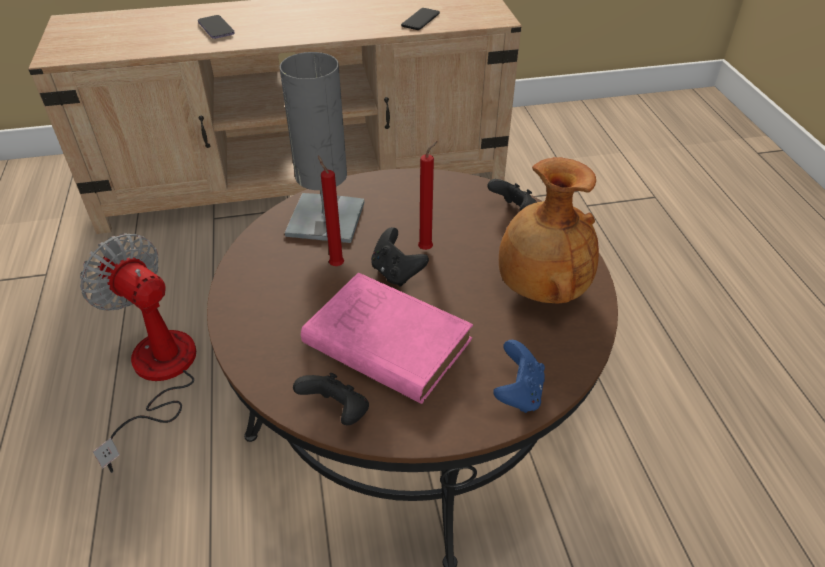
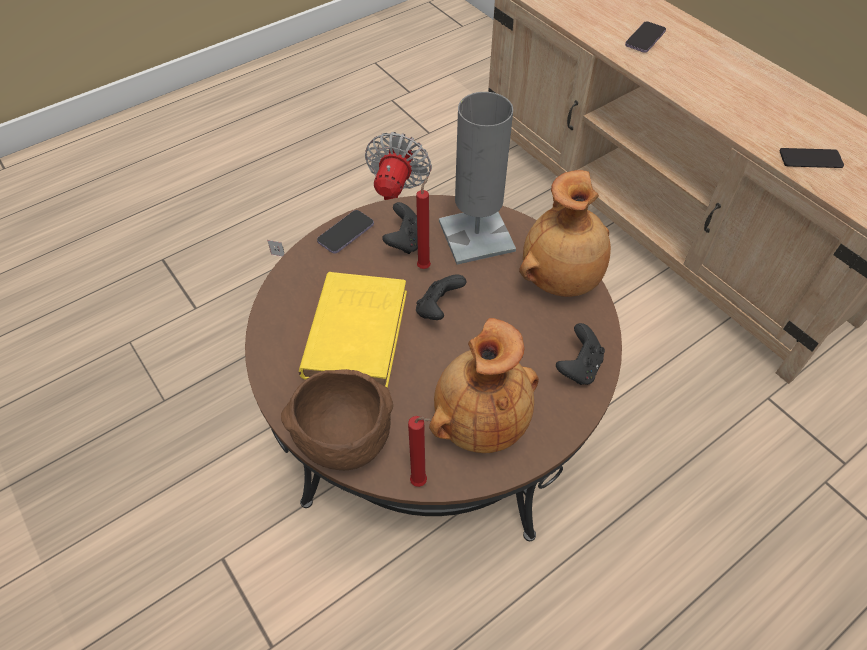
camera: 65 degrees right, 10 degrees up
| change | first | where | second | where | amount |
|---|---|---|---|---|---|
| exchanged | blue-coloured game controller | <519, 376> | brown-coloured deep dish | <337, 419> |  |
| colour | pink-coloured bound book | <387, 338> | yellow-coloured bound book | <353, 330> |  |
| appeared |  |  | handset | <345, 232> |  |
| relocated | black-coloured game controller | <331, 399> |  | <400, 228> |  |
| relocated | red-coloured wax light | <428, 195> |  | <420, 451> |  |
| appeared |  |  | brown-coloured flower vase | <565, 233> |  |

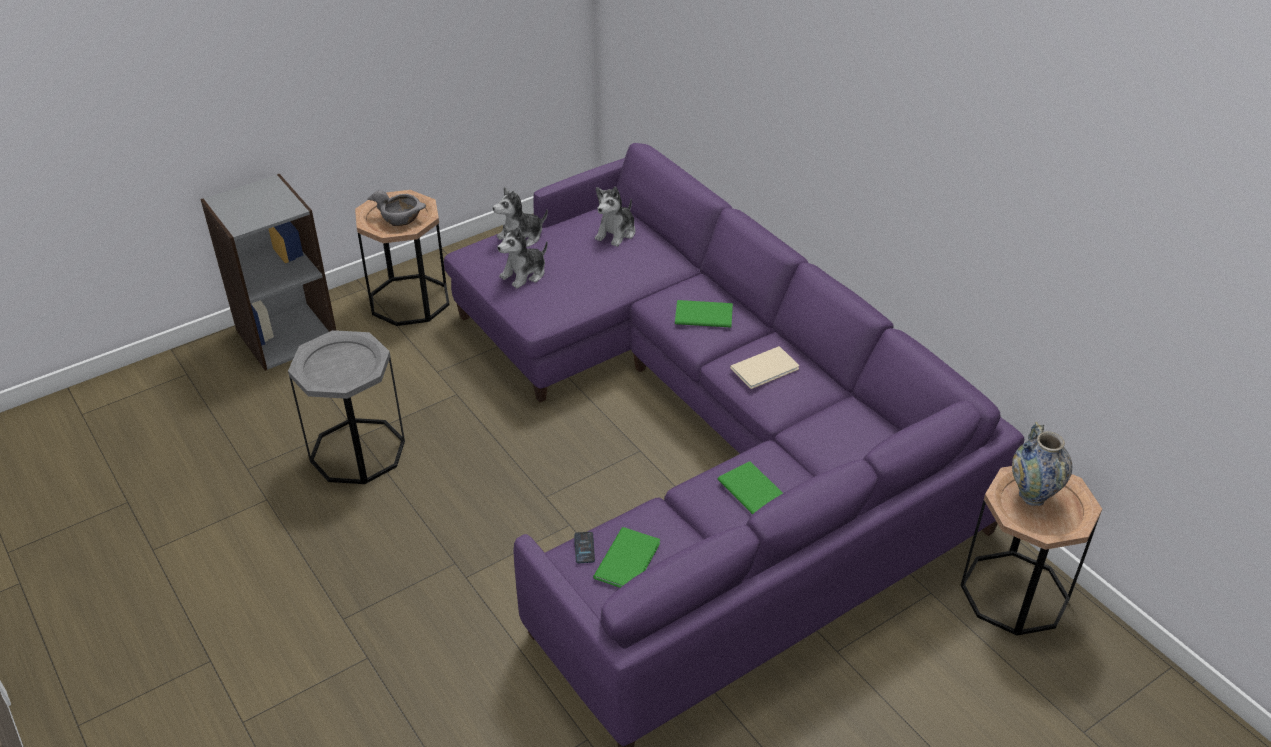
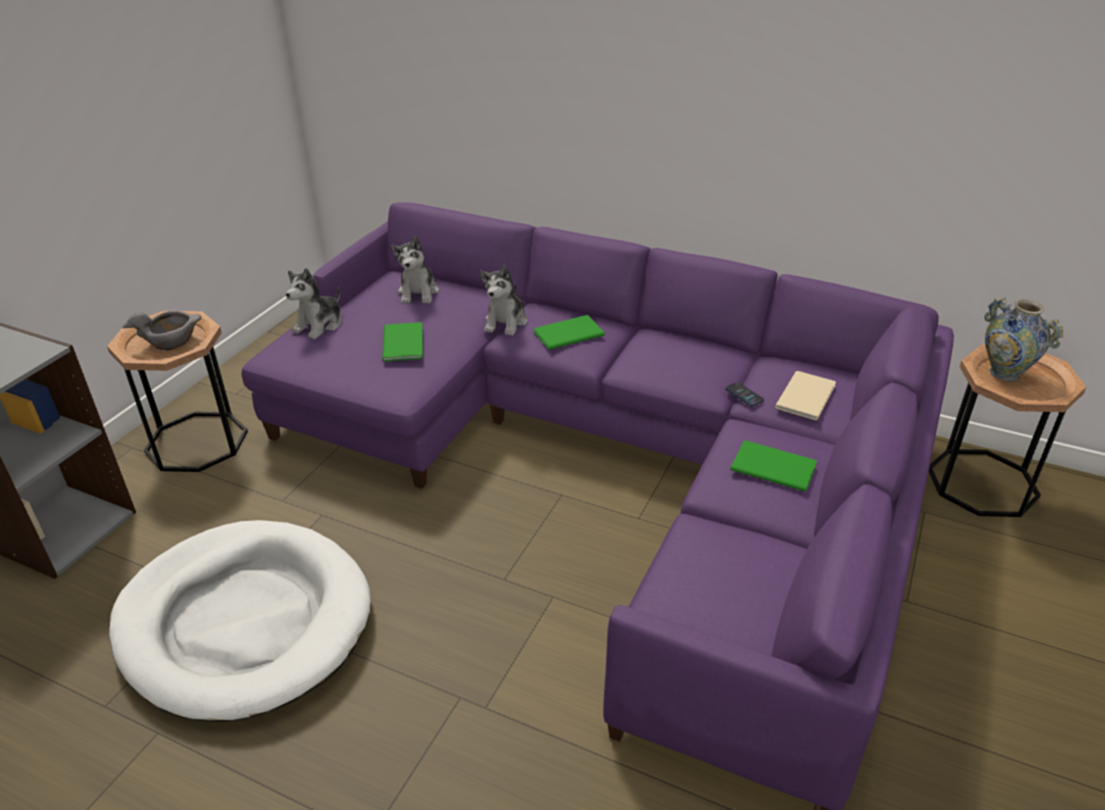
camera: 30 degrees left, 5 degrees down
| change | first | where | second | where | amount |
|---|---|---|---|---|---|
| exchanged | gray end table | <346, 407> | white-coloured pet bed | <240, 621> |  |
| relocated | greenish bound book | <626, 557> |  | <402, 342> |  |
| relocated | cuddly toy | <522, 257> |  | <503, 300> |  |
| relocated | handset | <584, 547> |  | <745, 394> |  |
| relocated | beige bound book | <764, 367> |  | <805, 395> |  |

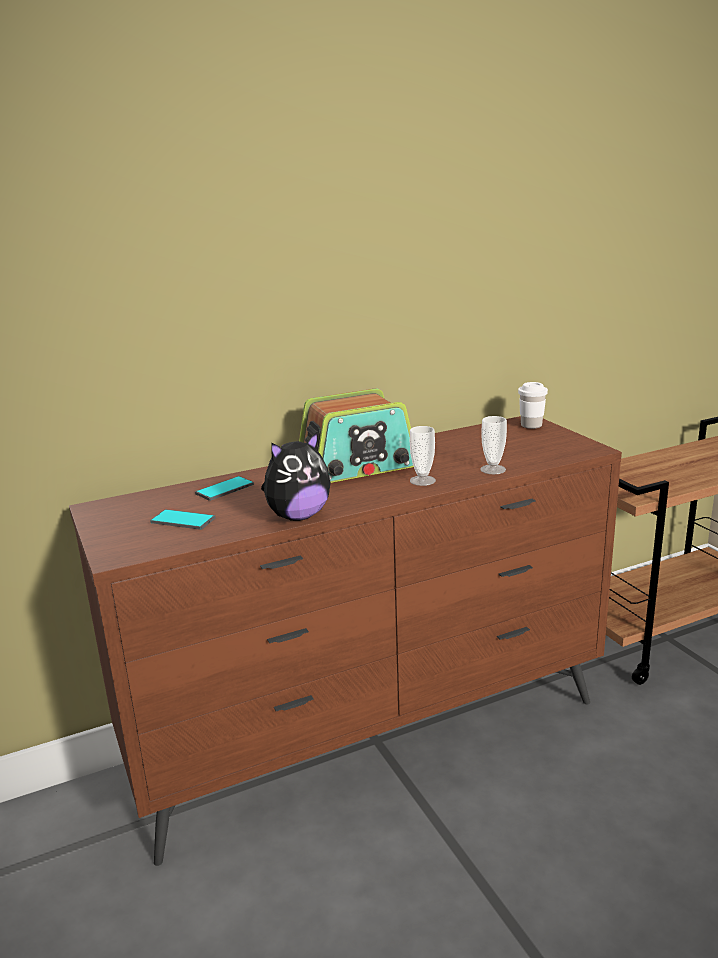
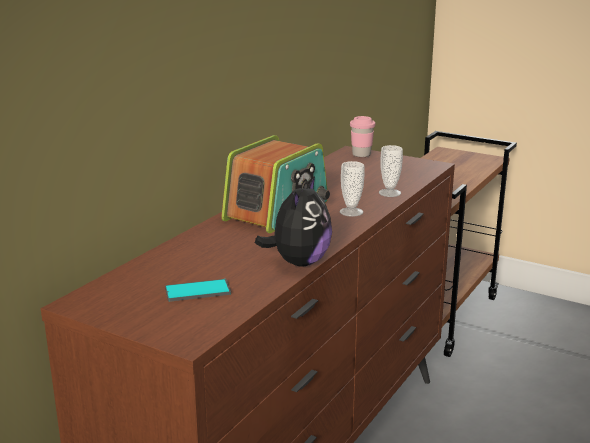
camera: 35 degrees left, 0 degrees up
| change | first | where | second | where | amount |
|---|---|---|---|---|---|
| colour | white-coloured small cup | <533, 405> | pink-coloured small cup | <362, 136> |  |
| missing | handset | <224, 488> |  |  |  |

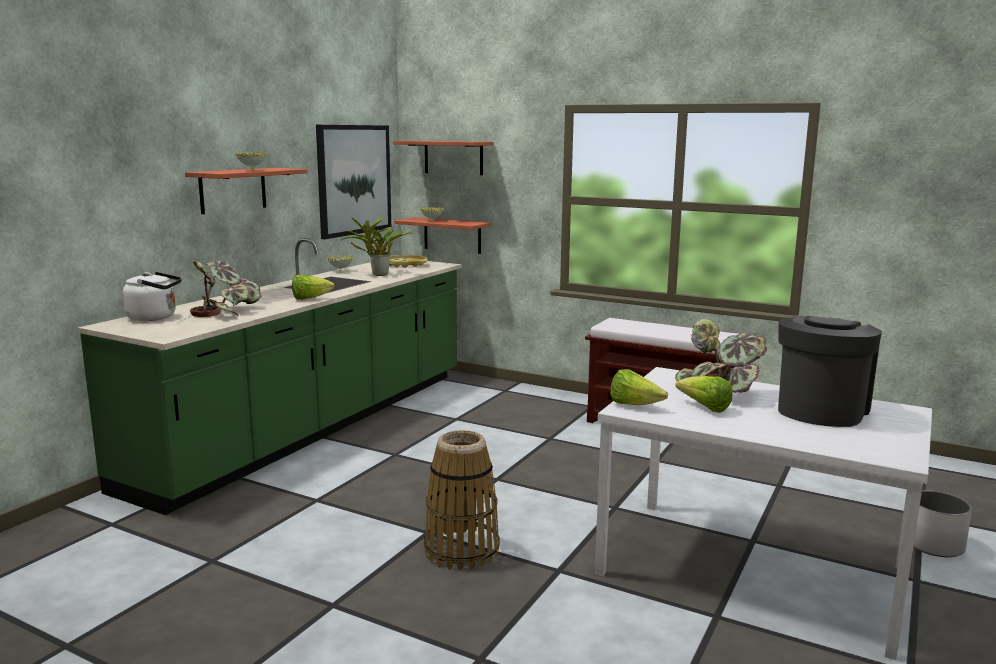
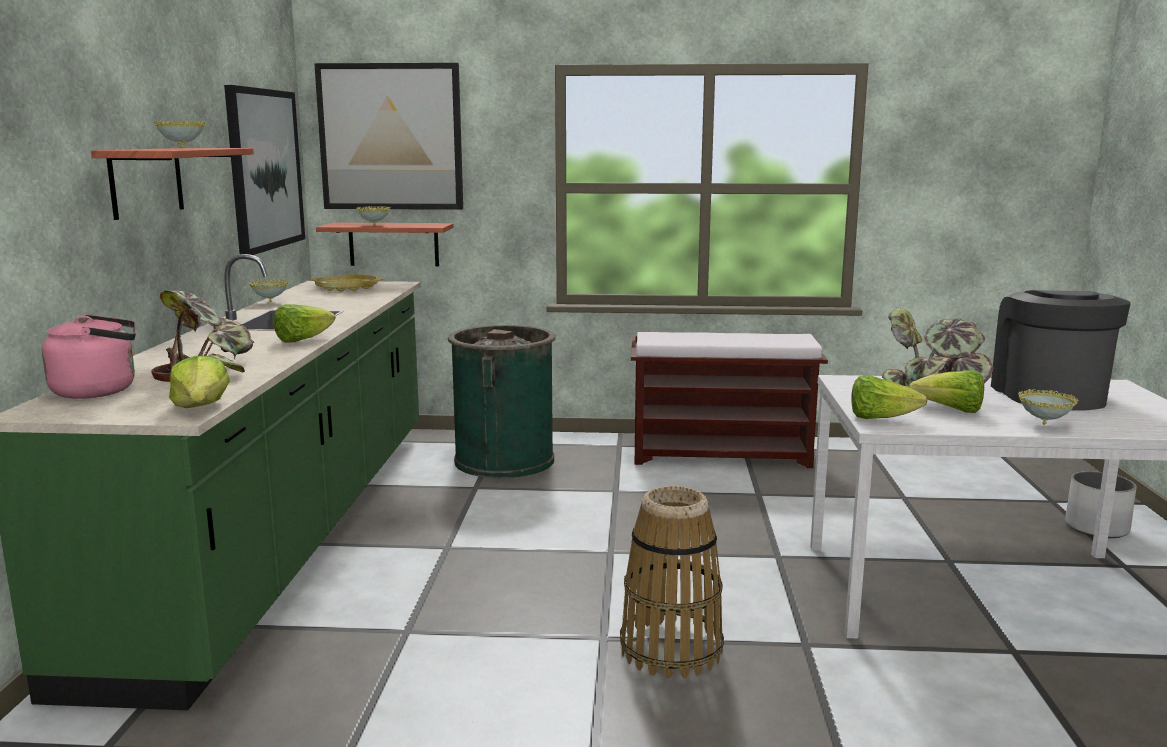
camera: 25 degrees left, 0 degrees up
| change | first | where | second | where | amount |
|---|---|---|---|---|---|
| colour | white-coloured tea kettle | <152, 296> | pink-coloured tea kettle | <89, 357> |  |
| appeared |  |  | lettuce head | <199, 382> |  |
| exchanged | wall shelf | <444, 158> | wall art | <388, 136> |  |
| appeared |  |  | greenish waste bin | <502, 401> |  |
| appeared |  |  | deep dish | <1048, 407> |  |
| missing | potted plant | <376, 246> |  |  |  |

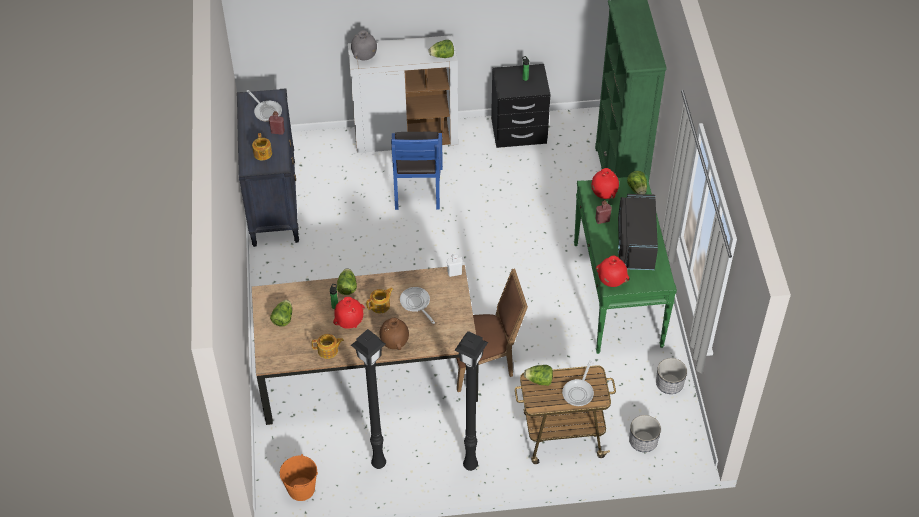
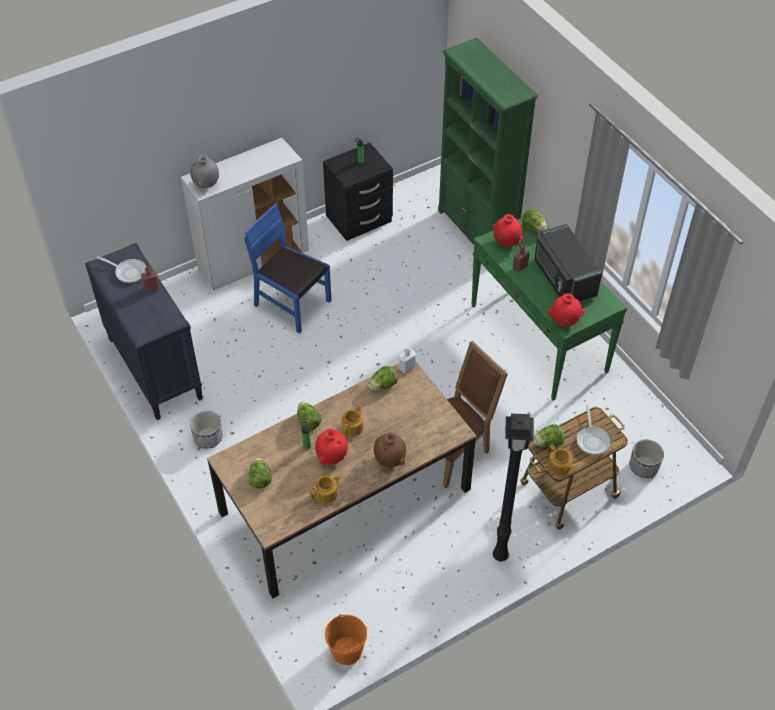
camera: 25 degrees left, 0 degrees up
| change | first | where | second | where | amount |
|---|---|---|---|---|---|
| relocated | plant pot | <671, 376> |  | <206, 429> |  |
| spun | blue-coloured plain chair | <417, 171> |  | <288, 268> | 150 degrees clockwise |
| relocated | lettuce head | <441, 49> |  | <383, 378> |  |
| relocated | tea pot | <262, 146> |  | <561, 460> |  |
| missing | black-coloured standard lamp | <368, 399> |  |  |  |
| missing | skillet | <417, 305> |  |  |  |

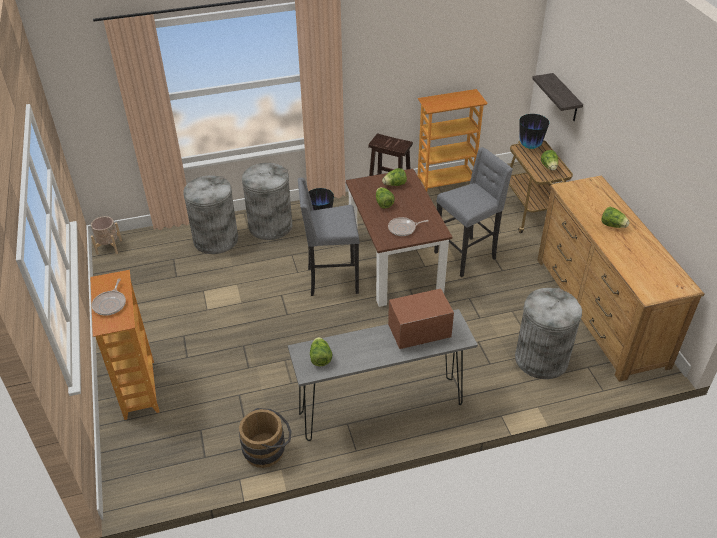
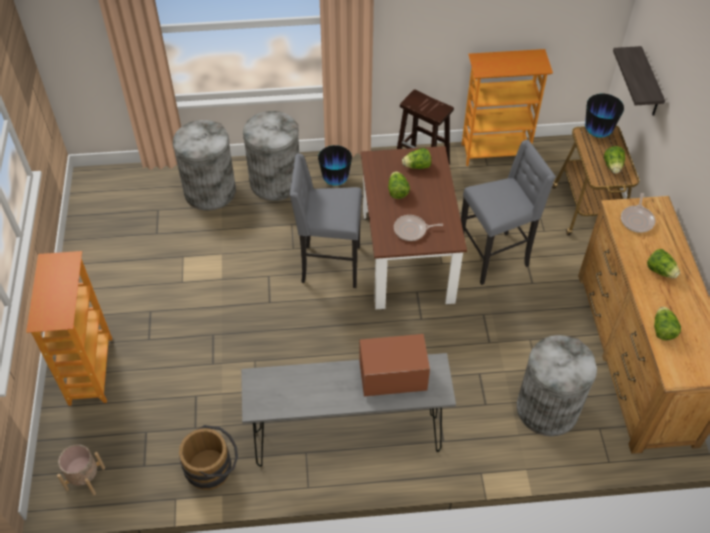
camera: 10 degrees right, 10 degrees up
| change | first | where | second | where | amount |
|---|---|---|---|---|---|
| relocated | beige plant pot | <106, 235> |  | <81, 469> |  |
| relocated | skillet | <109, 296> |  | <638, 213> |  |
| relocated | lettuce head | <321, 351> |  | <667, 323> |  |

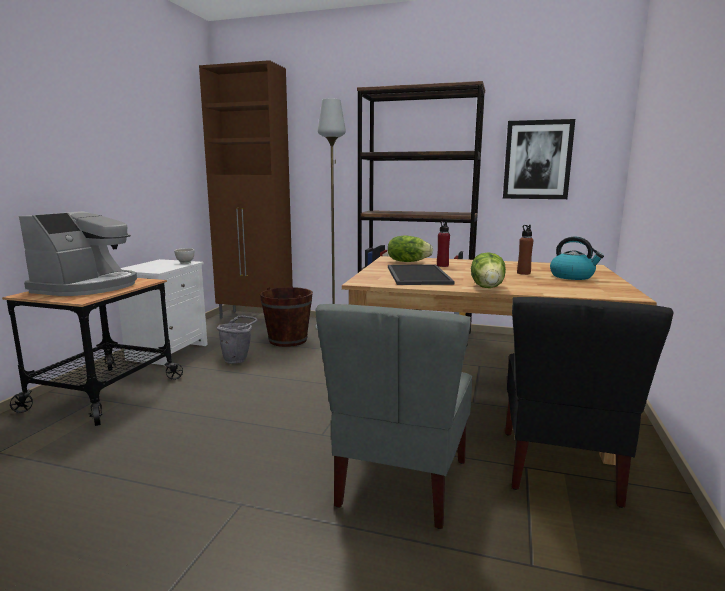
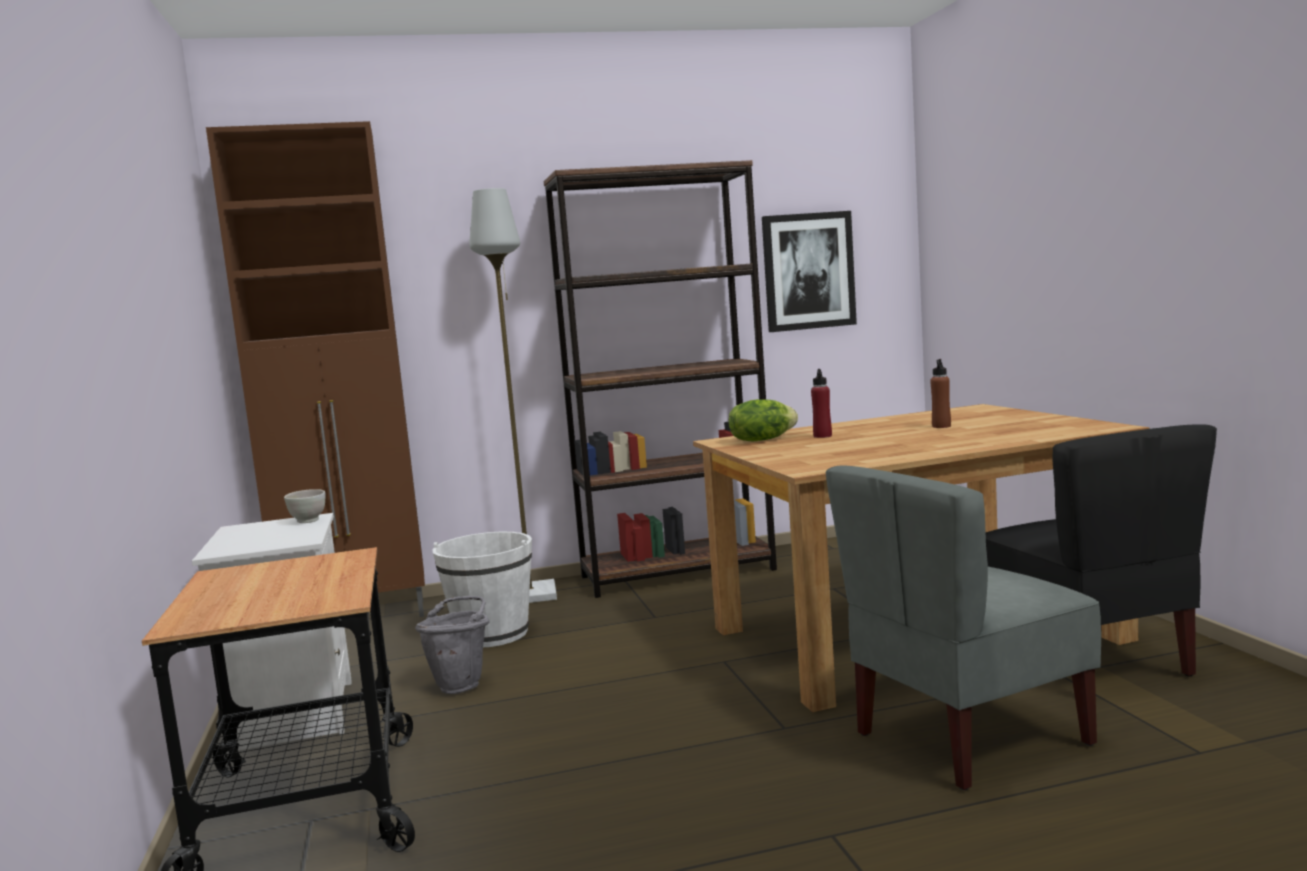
camera: 30 degrees left, 5 degrees down
| change | first | where | second | where | amount |
|---|---|---|---|---|---|
| colour | brown-coloured water bucket | <286, 317> | white-coloured water bucket | <482, 589> |  |
| spun | gray plain chair | <394, 416> |  | <963, 627> | 75 degrees clockwise |
| missing | coffee machine | <78, 253> |  |  |  |
| missing | serving tray | <421, 275> |  |  |  |
| missing | lettuce head | <488, 270> |  |  |  |
| missing | tea kettle | <577, 258> |  |  |  |

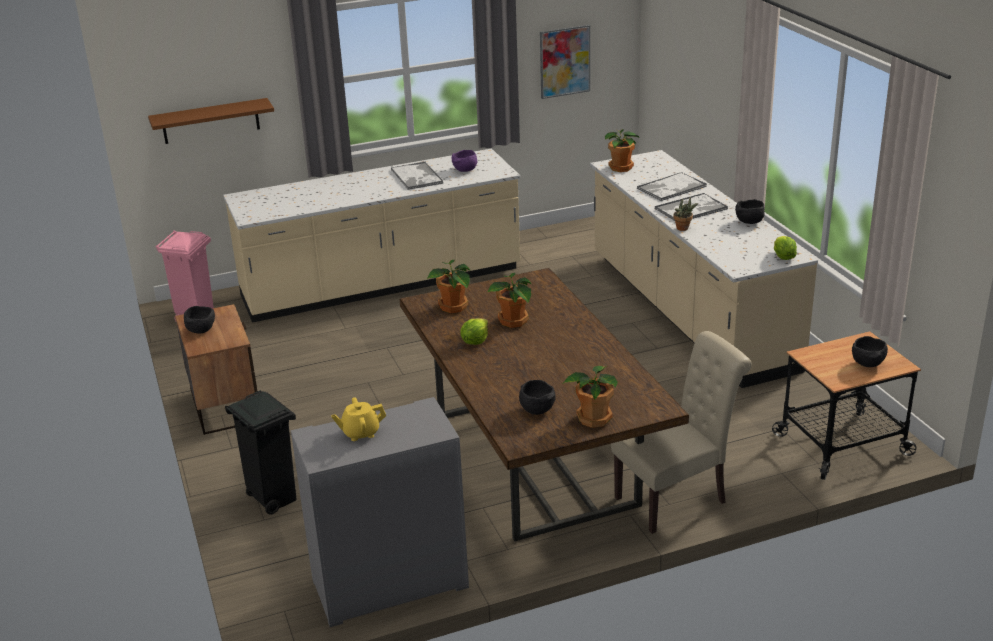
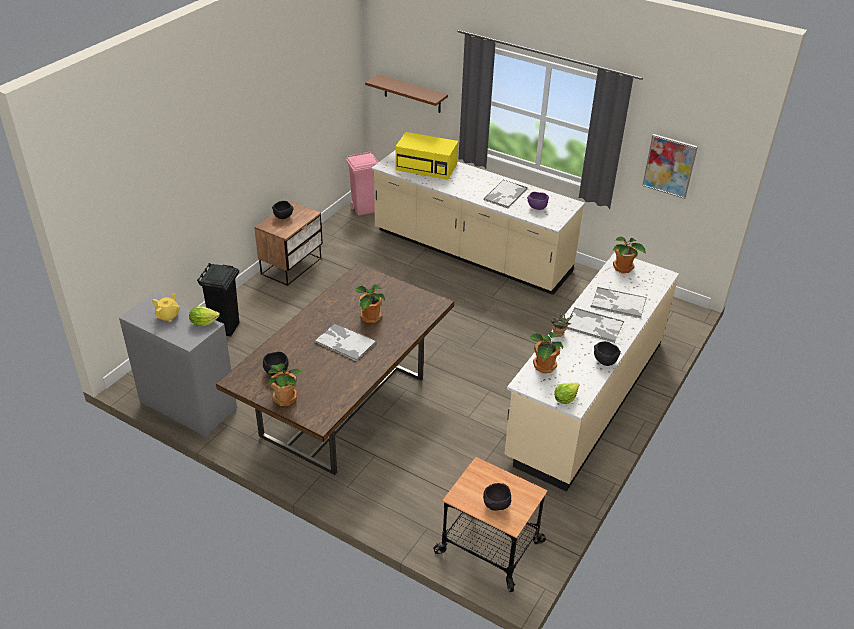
camera: 50 degrees right, 10 degrees up
| change | first | where | second | where | amount |
|---|---|---|---|---|---|
| spun | yellow-coloured tea pot | <358, 419> |  | <166, 307> | 75 degrees clockwise |
| relocated | lettuce head | <474, 331> |  | <204, 316> |  |
| appeared |  |  | serving tray | <345, 342> |  |
| appeared |  |  | yellow-coloured kitchen microwave | <426, 156> |  |
| relocated | potted plant | <448, 286> |  | <546, 352> |  |
| missing | beige plain chair | <681, 432> |  |  |  |

